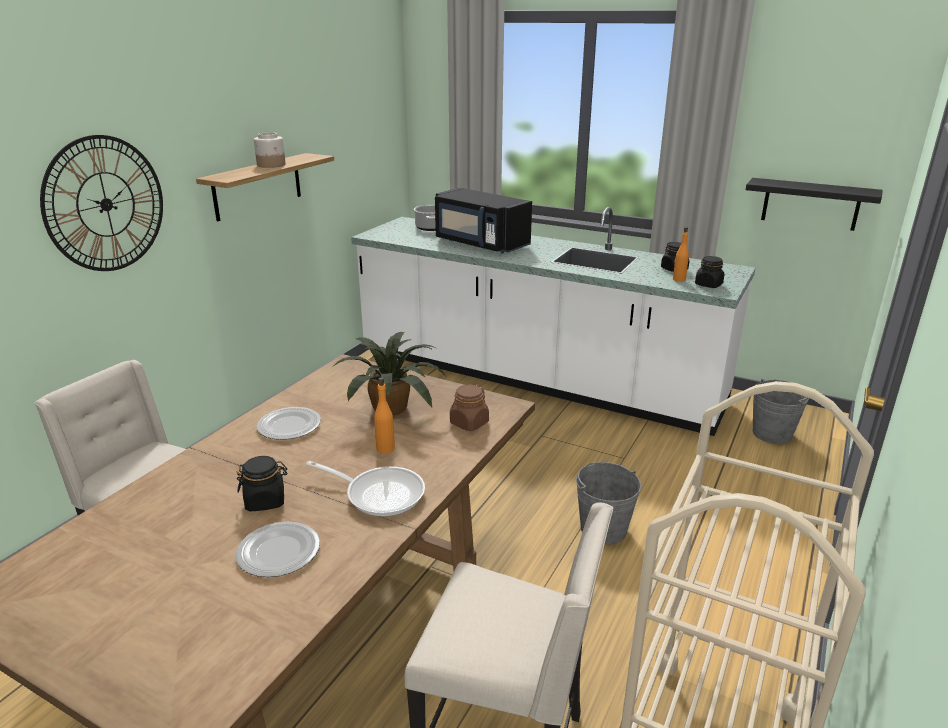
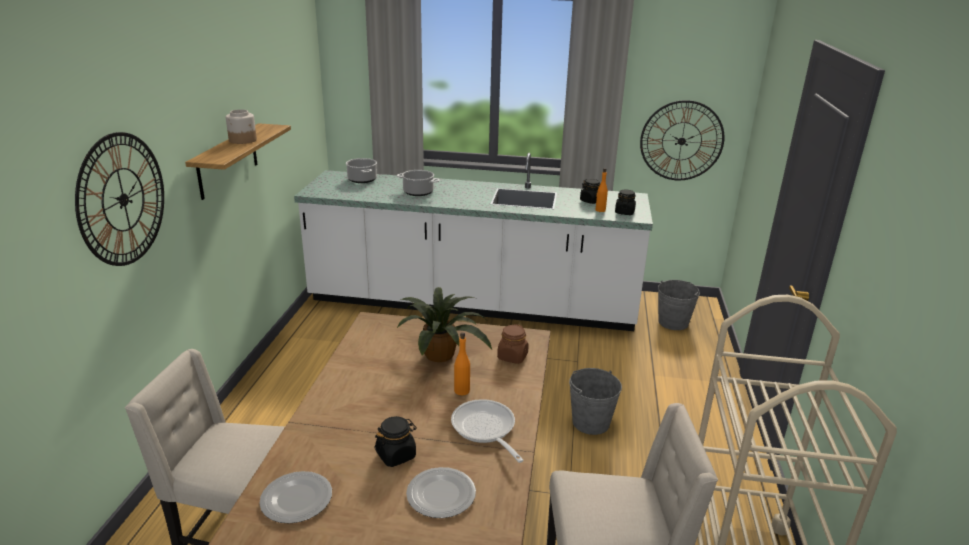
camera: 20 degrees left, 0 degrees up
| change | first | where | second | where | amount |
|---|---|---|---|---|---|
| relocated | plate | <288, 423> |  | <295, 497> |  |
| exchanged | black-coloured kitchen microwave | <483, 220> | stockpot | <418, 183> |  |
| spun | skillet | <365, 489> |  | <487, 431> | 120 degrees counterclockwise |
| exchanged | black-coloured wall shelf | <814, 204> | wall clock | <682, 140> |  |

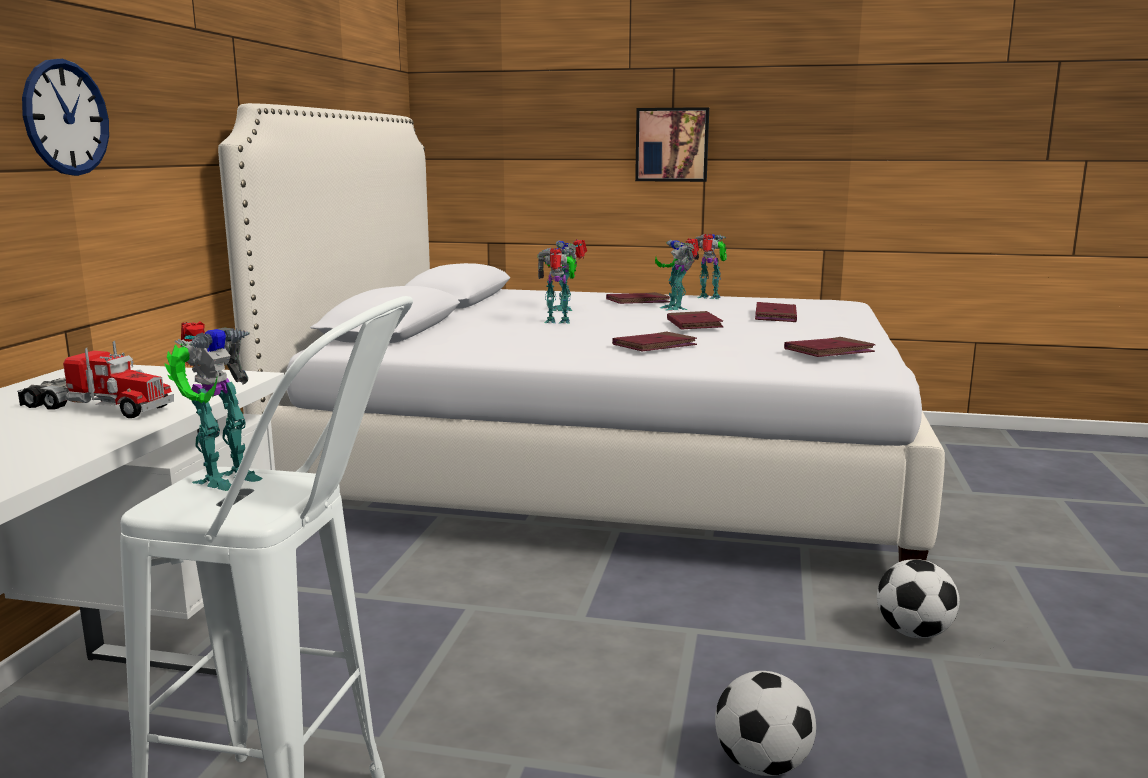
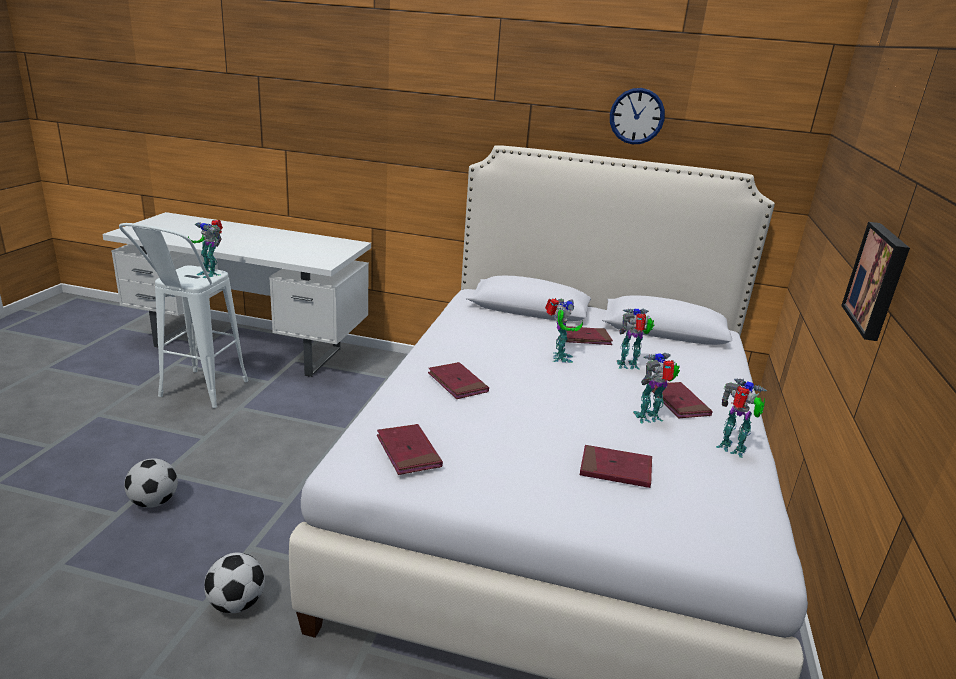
camera: 90 degrees right, 10 degrees up
| change | first | where | second | where | amount |
|---|---|---|---|---|---|
| relocated | red-coloured bound book | <695, 320> |  | <589, 335> |  |
| relocated | wall clock | <65, 117> |  | <637, 116> |  |
| spun | model robot | <710, 266> |  | <741, 418> | 75 degrees counterclockwise |
| missing | toy lorry | <95, 379> |  |  |  |

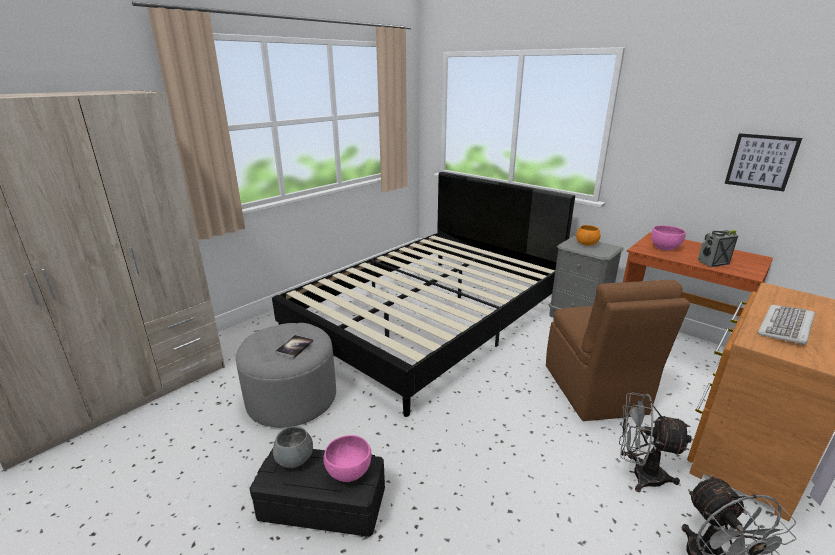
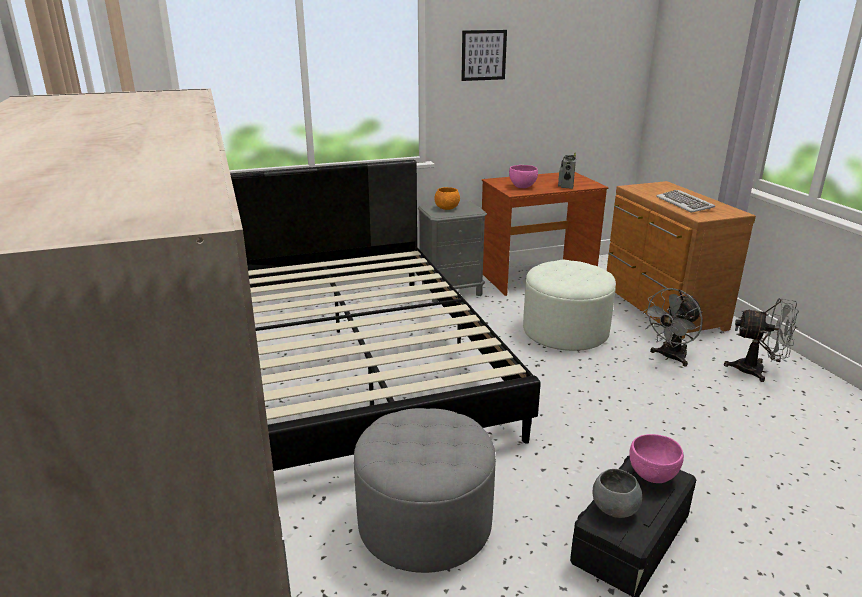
camera: 60 degrees left, 0 degrees up
| change | first | where | second | where | amount |
|---|---|---|---|---|---|
| relocated | wall art | <763, 162> |  | <484, 55> |  |
| exchanged | brown-coloured plain chair | <618, 350> | white-coloured ottoman | <569, 305> |  |
| missing | bound book | <294, 346> |  |  |  |

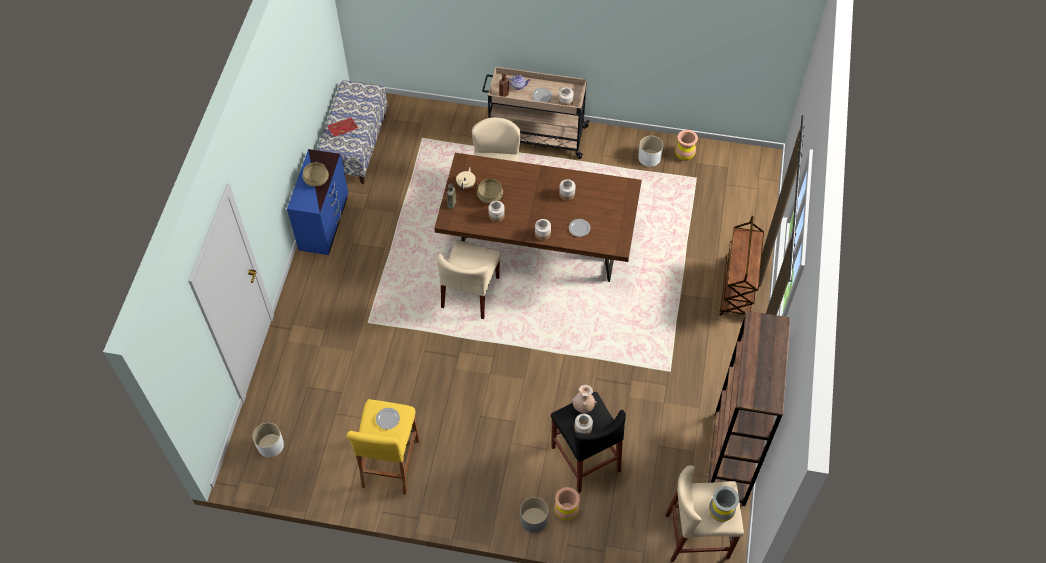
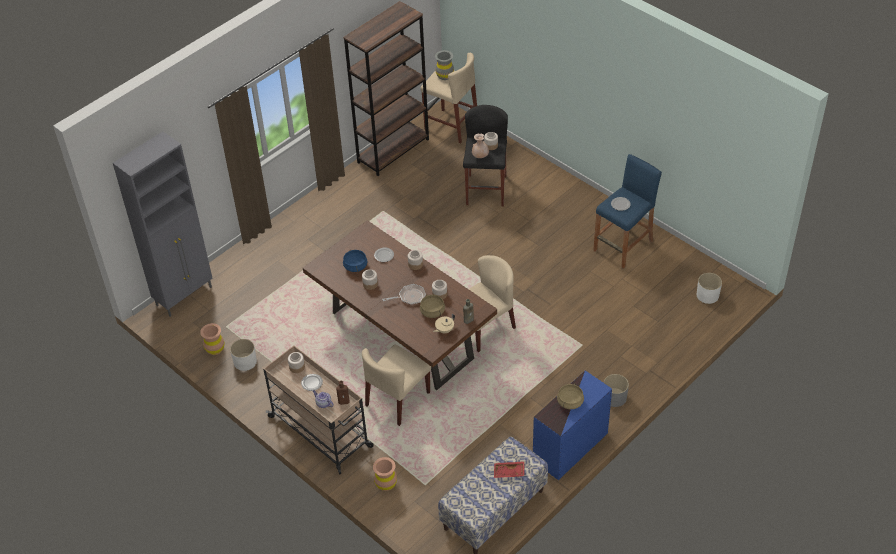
camera: 145 degrees left, 10 degrees down
| change | first | where | second | where | amount |
|---|---|---|---|---|---|
| appeared |  |  | gray cabinet | <162, 224> |  |
| appeared |  |  | blue-coloured stockpot | <355, 261> |  |
| relocated | brown-coloured flower vase | <567, 504> |  | <385, 474> |  |
| appeared |  |  | skillet | <404, 294> |  |
| colour | yellow-coloured stool seat | <383, 447> | blue-coloured stool seat | <627, 211> |  |
| relocated | gray plant pot | <534, 515> |  | <616, 390> |  |
| missing | brown-coloured wheeled cart | <741, 265> |  |  |  |

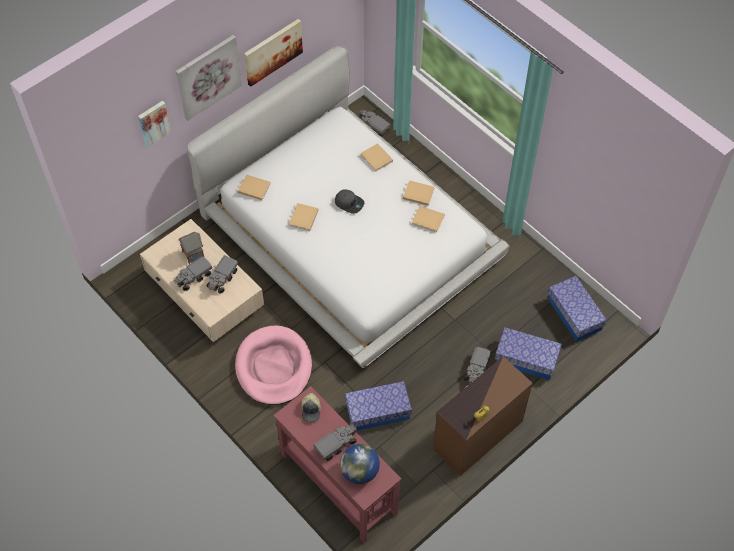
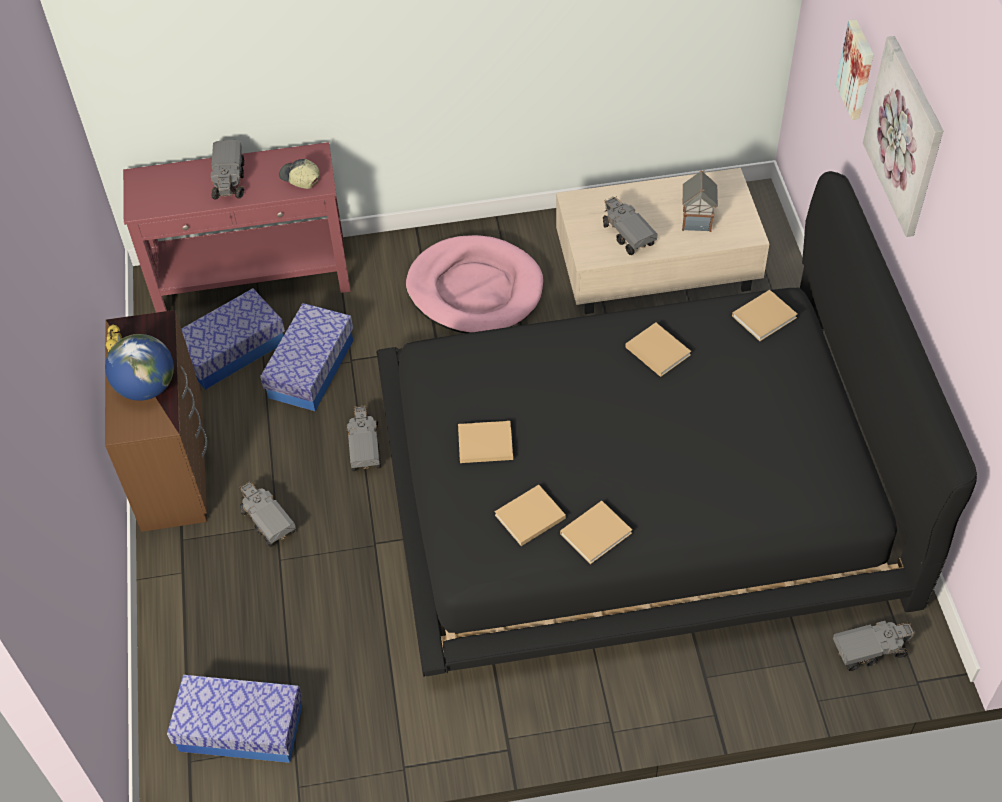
camera: 125 degrees right, 5 degrees down
| change | first | where | second | where | amount |
|---|---|---|---|---|---|
| relocated | world globe | <360, 464> |  | <139, 367> |  |
| relocated | storage bin | <528, 353> |  | <233, 339> |  |
| relocated | toy lorry | <193, 273> |  | <363, 438> |  |
| colour | white-coloured sleeping bed | <349, 207> | black-coloured sleeping bed | <677, 424> |  |
| relocated | beige bound book | <376, 157> |  | <485, 442> |  |
| missing | wall art | <273, 53> |  |  |  |
| missing | gray cap | <349, 201> |  |  |  |

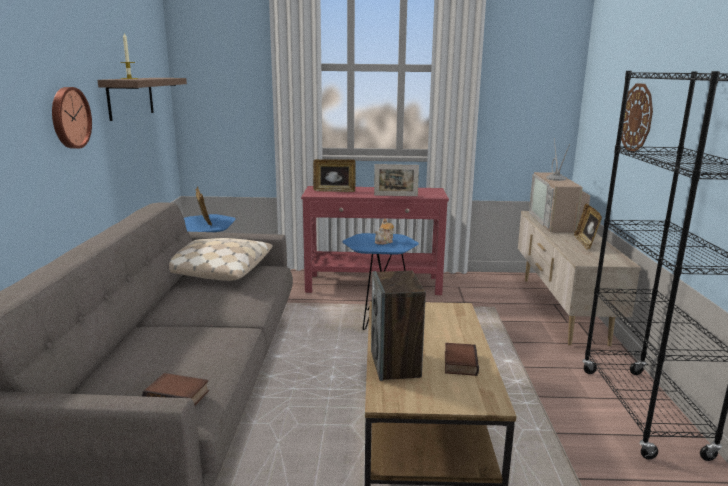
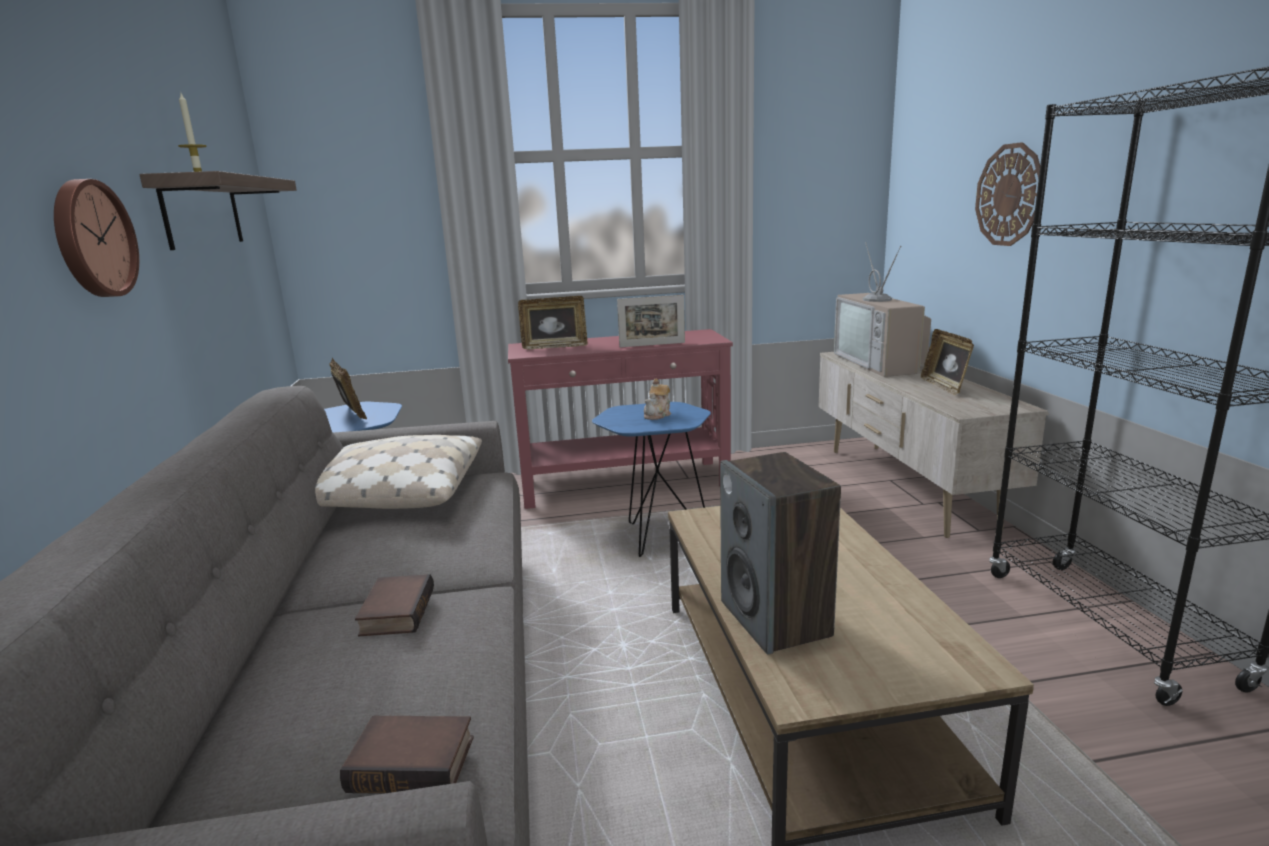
camera: 10 degrees left, 0 degrees up
| change | first | where | second | where | amount |
|---|---|---|---|---|---|
| relocated | bound book | <462, 359> |  | <394, 605> |  |

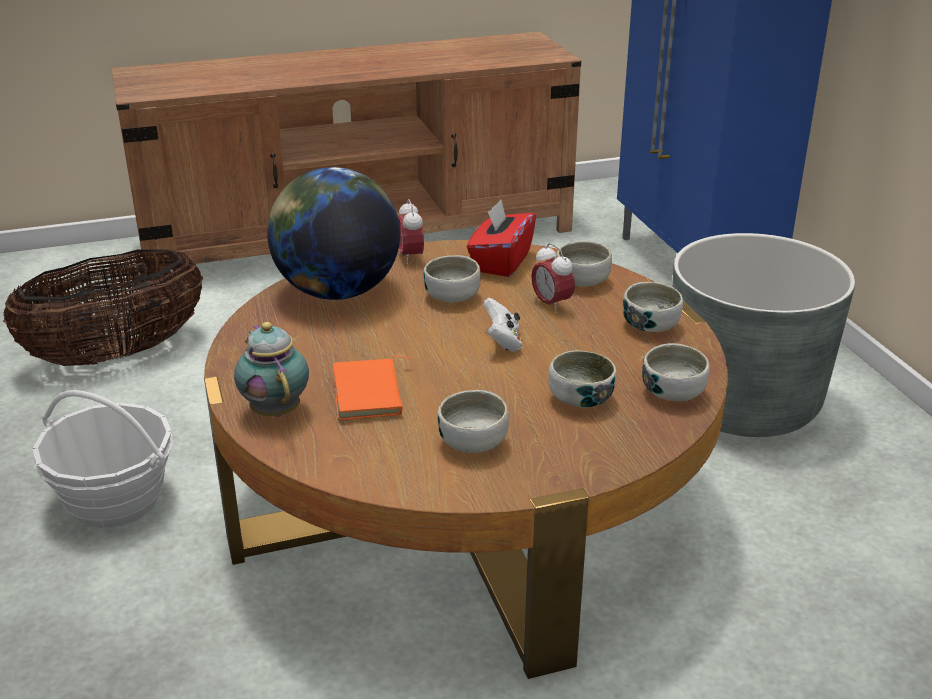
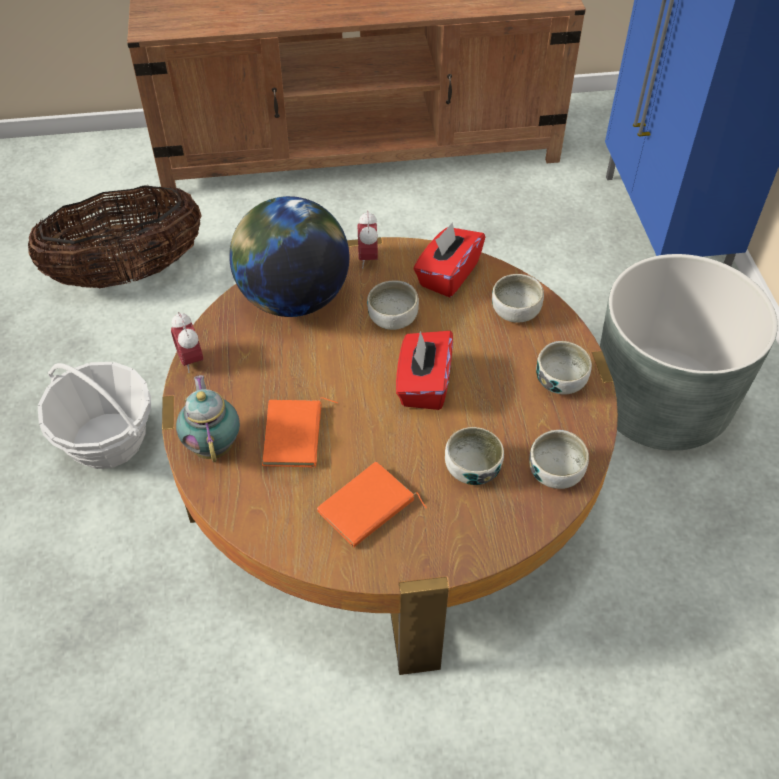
camera: 10 degrees right, 20 degrees up
| change | first | where | second | where | amount |
|---|---|---|---|---|---|
| relocated | table clock | <553, 278> |  | <187, 342> |  |
| exchanged | deep dish | <473, 421> | orange-coloured bound book | <372, 504> |  |
| exchanged | white-coloured game controller | <503, 325> | red-coloured tissue holder | <424, 370> |  |

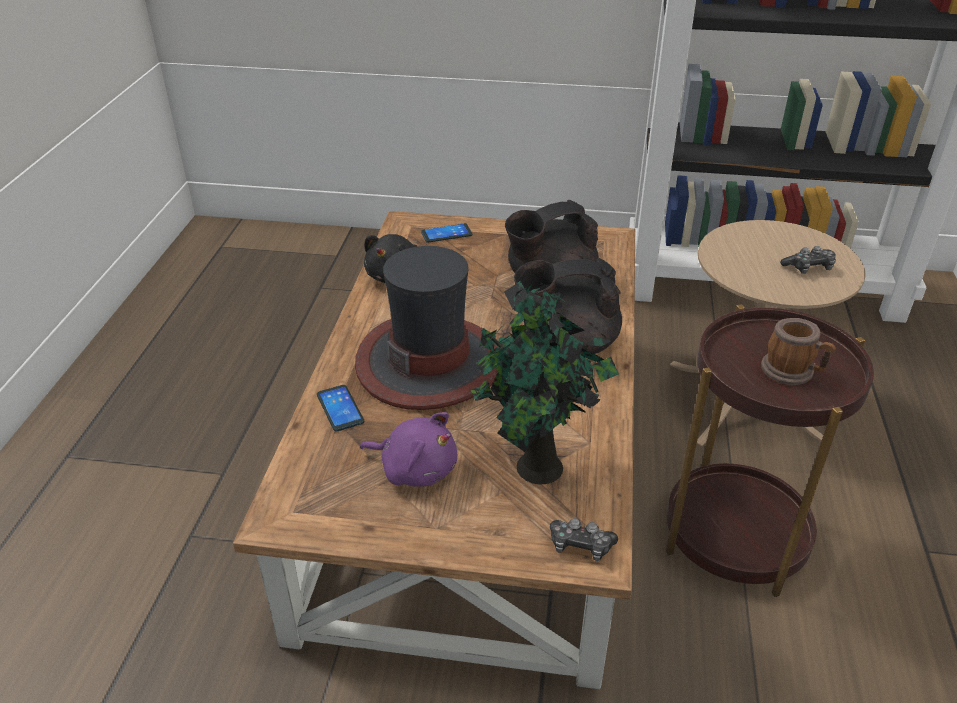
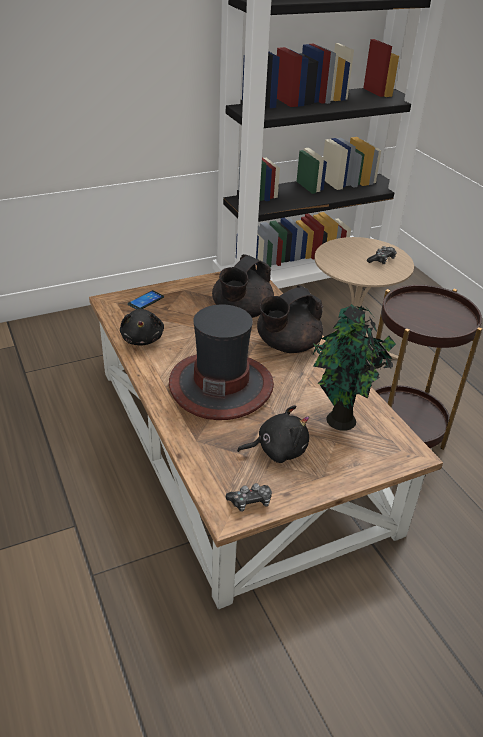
camera: 35 degrees left, 0 degrees up
| change | first | where | second | where | amount |
|---|---|---|---|---|---|
| relocated | game controller | <584, 539> |  | <249, 497> |  |
| colour | purple cuddly toy | <408, 449> | black-coloured cuddly toy | <273, 434> |  |
| missing | handset | <340, 408> |  |  |  |
| missing | tea mug | <798, 351> |  |  |  |

